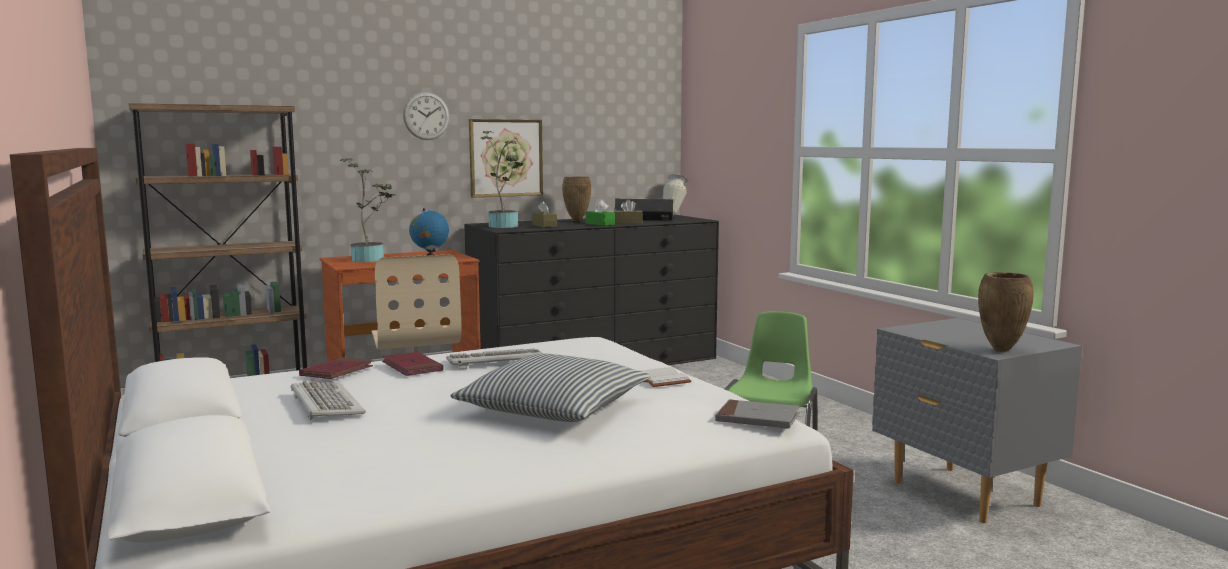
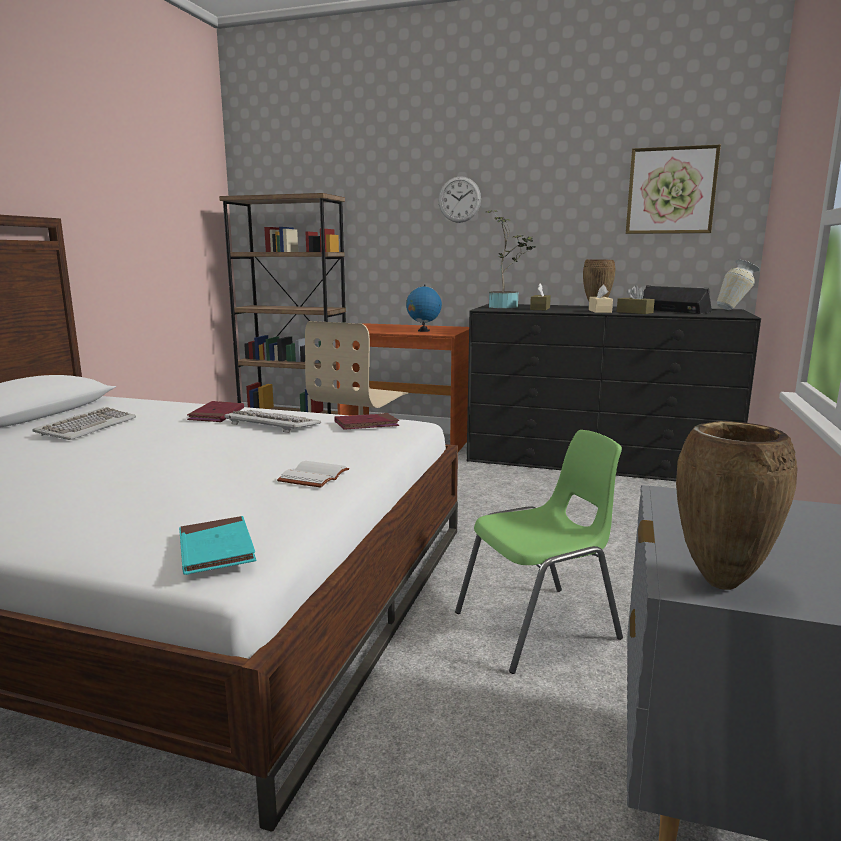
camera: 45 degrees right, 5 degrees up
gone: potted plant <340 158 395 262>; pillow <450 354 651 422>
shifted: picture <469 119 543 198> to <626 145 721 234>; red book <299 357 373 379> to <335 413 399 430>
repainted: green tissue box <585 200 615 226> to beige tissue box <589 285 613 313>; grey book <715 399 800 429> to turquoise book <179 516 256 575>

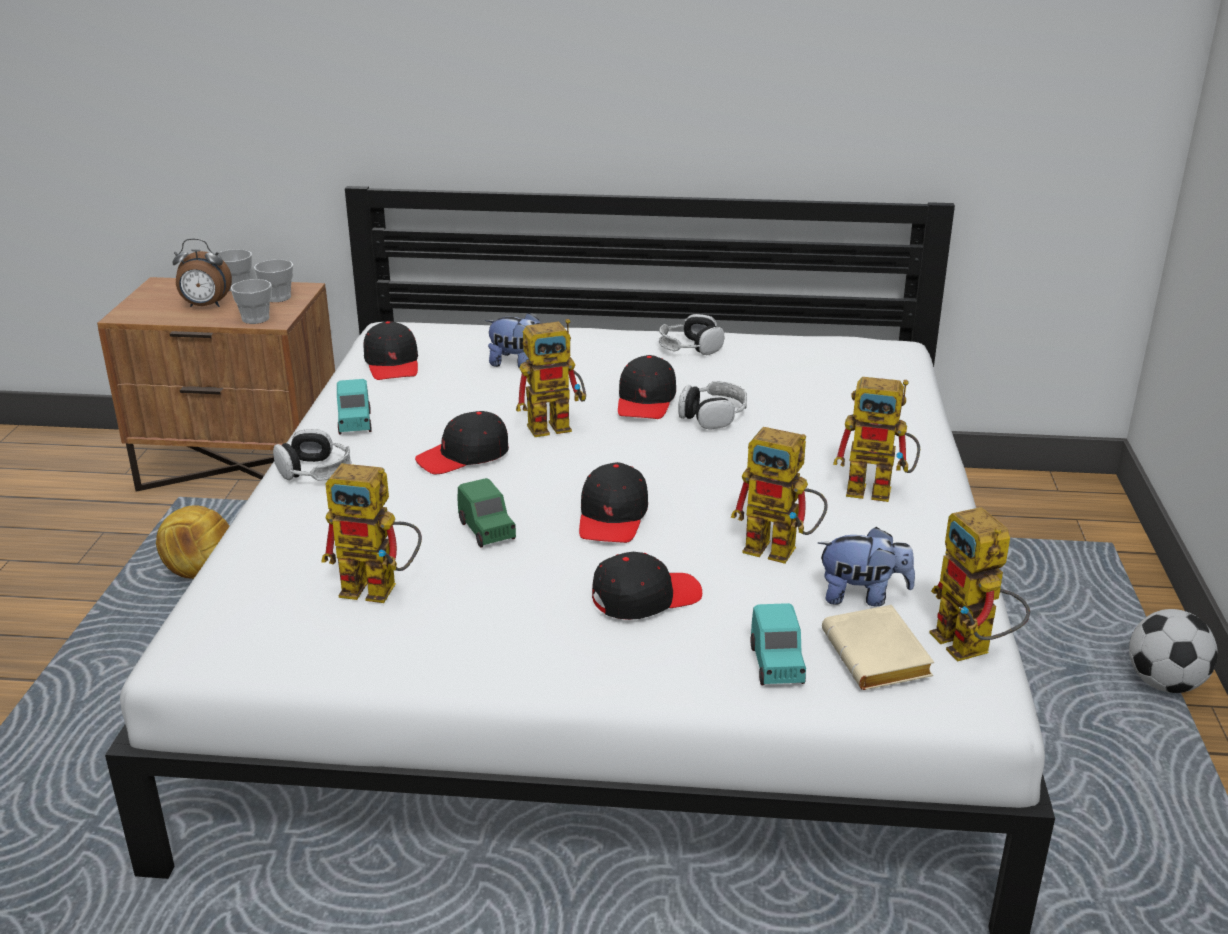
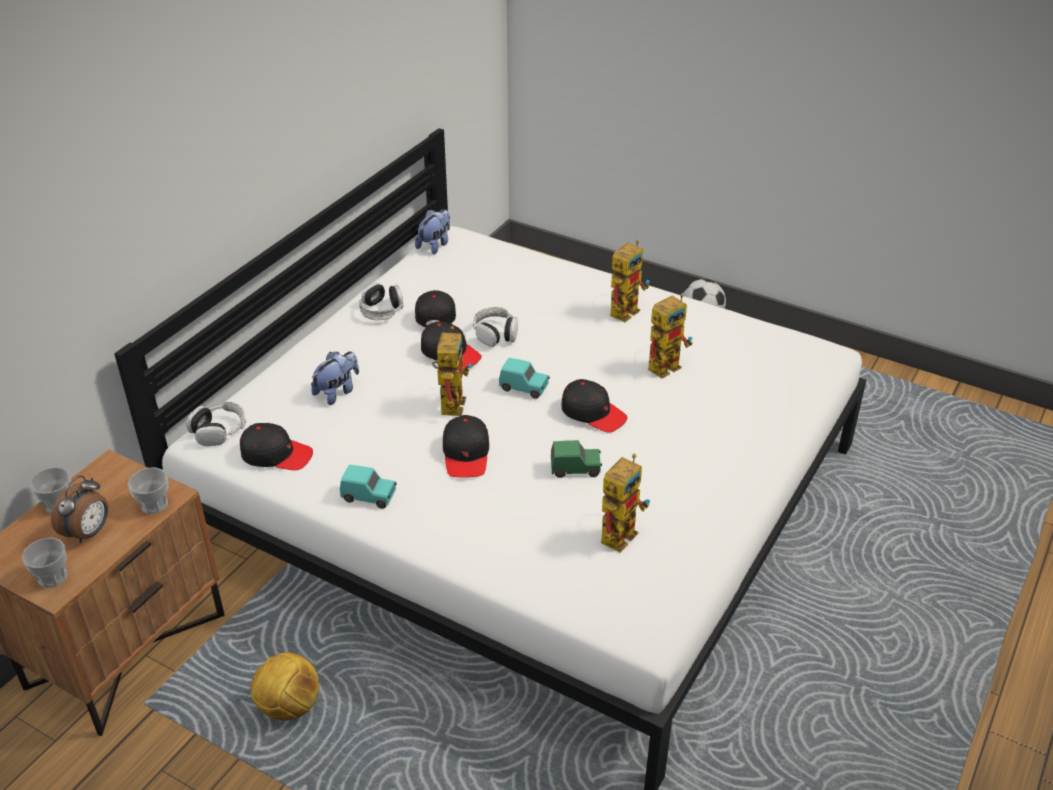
camera: 65 degrees left, 10 degrees up
gone: toy robot <929 507 1030 662>; beige book <822 605 934 690>
shifted: cup <254 259 293 302> to <22 538 67 588>; headphones <273 429 352 481> to <186 402 246 446>; plush toy <818 527 915 606> to <415 209 450 255>; black cap <592 552 702 620> to <415 290 456 327>; turquoise toy car <750 603 806 686> to <499 358 550 398>

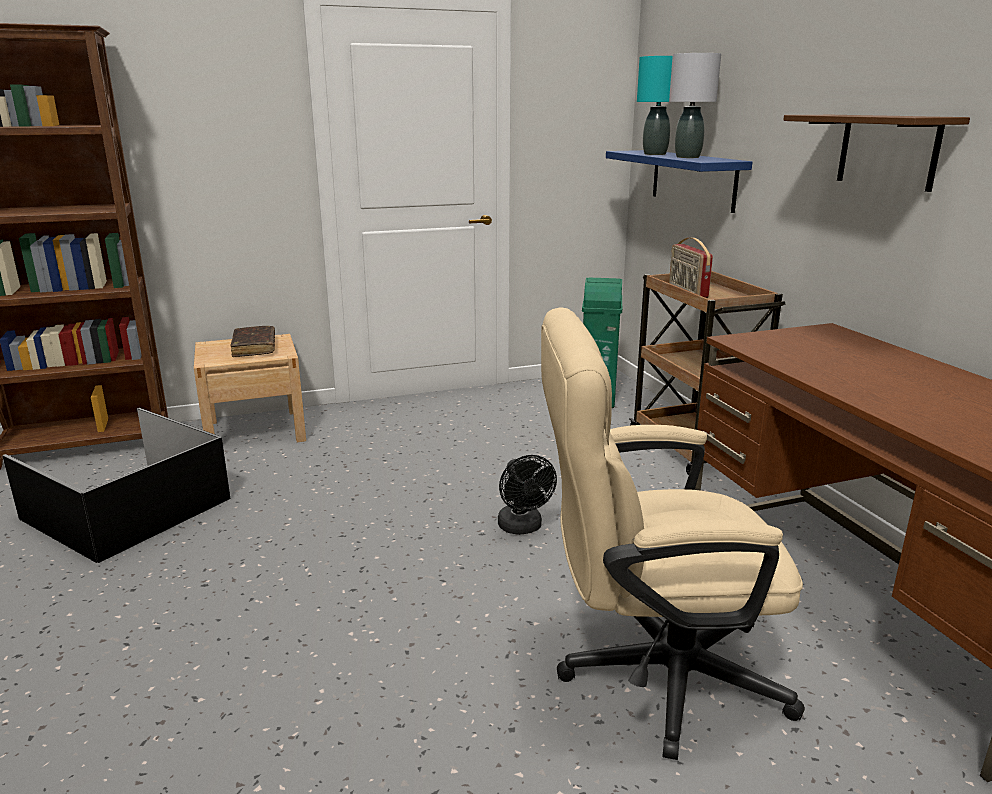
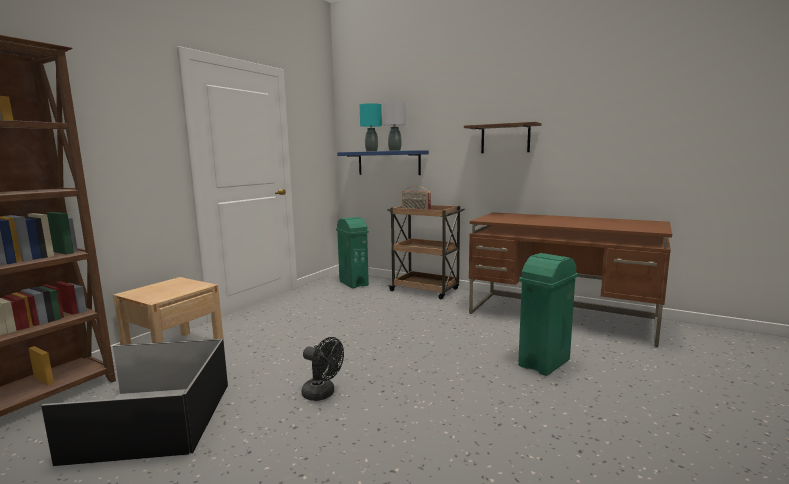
camera: 40 degrees left, 10 degrees down
gone: brown book <231 326 275 357>
shifted: black fan <498 455 557 535> to <302 337 344 401>
swapped: beige office chair <541 307 805 760> to green trash can <518 253 578 376>

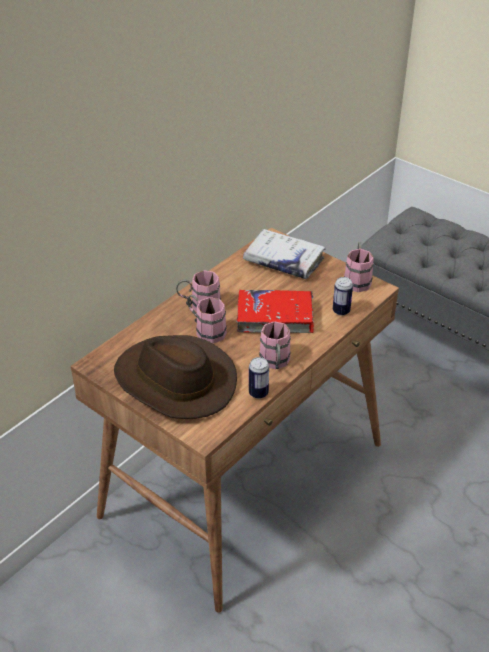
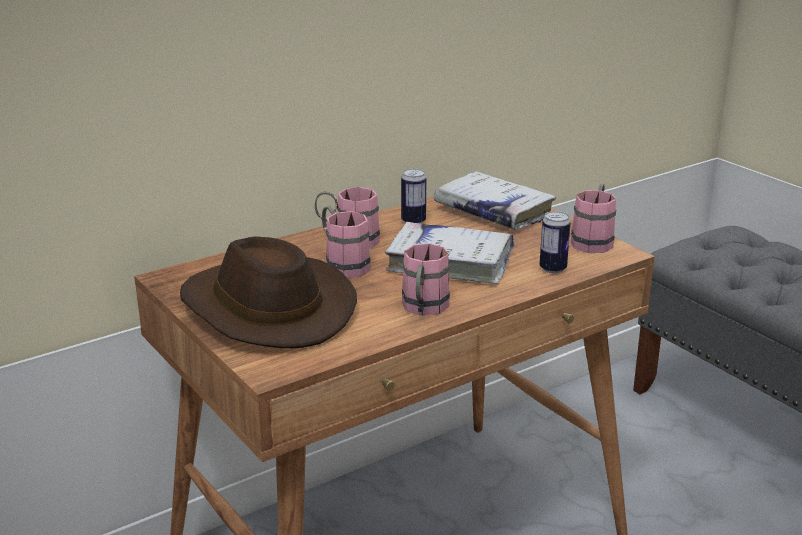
camera: 15 degrees right, 15 degrees down
shifted: can <249 357 269 399> to <401 169 426 224>
repainted: red book <236 290 314 333> to white book <385 222 515 284>

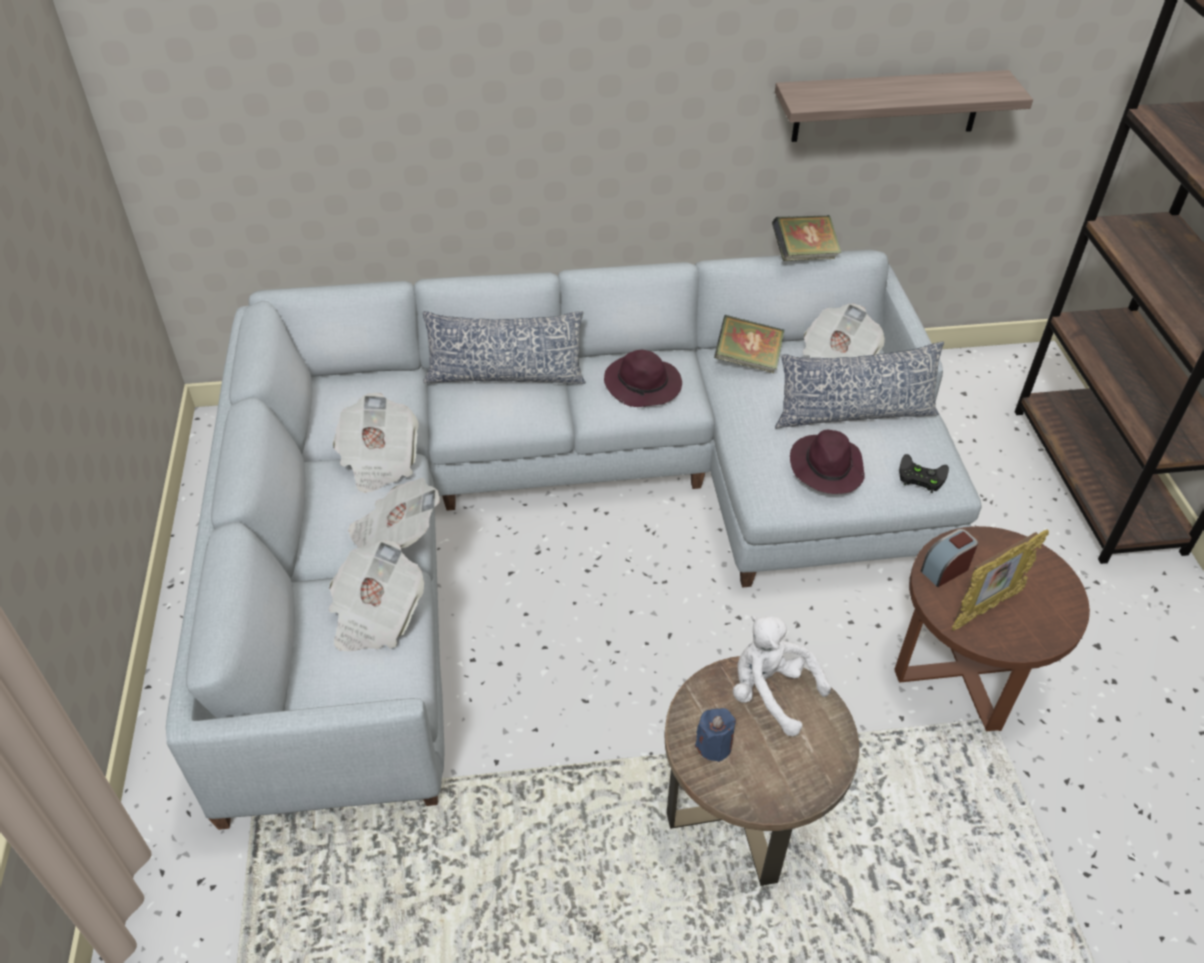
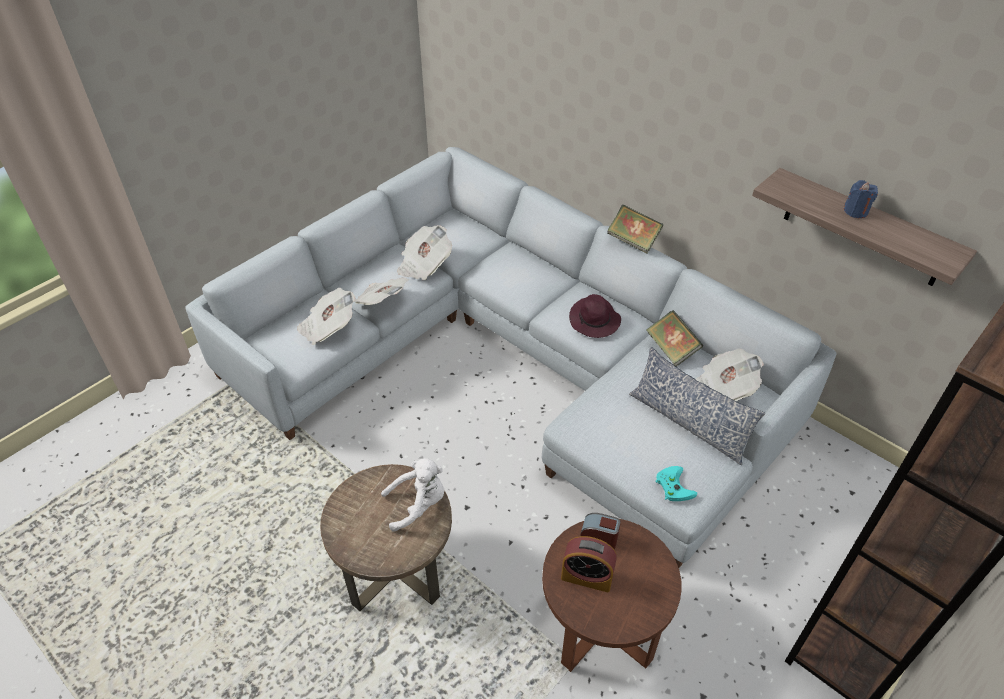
camera: 50 degrees right, 0 degrees up
gone: pillow <422 311 586 384>; purple hat <790 430 865 494>
shifted: book <772 215 842 261> to <607 204 663 254>; blue candle <695 708 736 762> to <844 180 878 218>
swapped: picture frame <952 529 1049 631> to alarm clock <561 536 617 593>
repainted: black game controller <899 454 949 493> to turquoise game controller <655 466 697 501>
rotated: white plush toy <733 616 831 736> = <381 458 444 532> 75 degrees clockwise

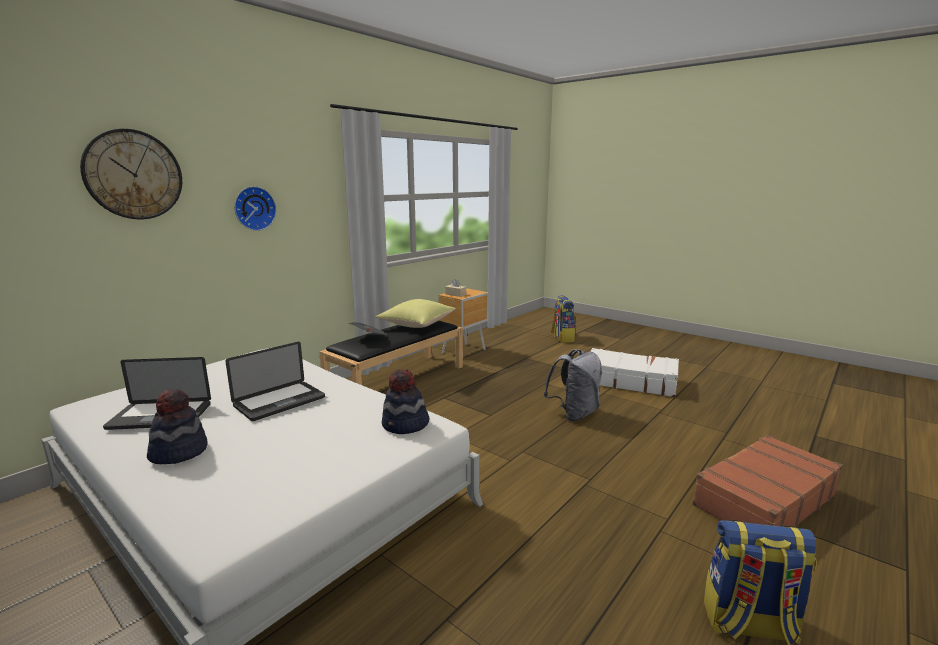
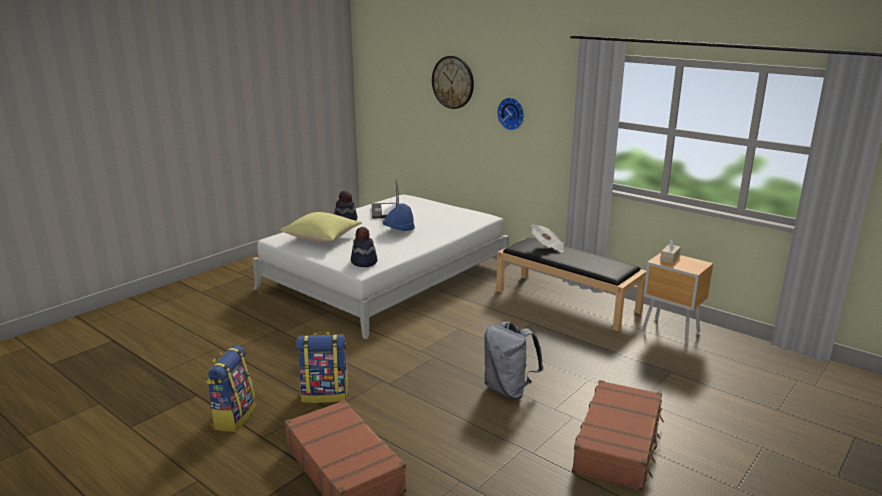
camera: 90 degrees right, 5 degrees up
shifted: backpack <551 295 576 342> to <296 332 349 403>; yellow pillow <376 299 456 328> to <281 212 362 242>
swapped: laptop <225 342 325 421> to blue hat <383 203 415 231>
repainted: white suitcase <591 348 679 397> to brown suitcase <572 380 664 491>

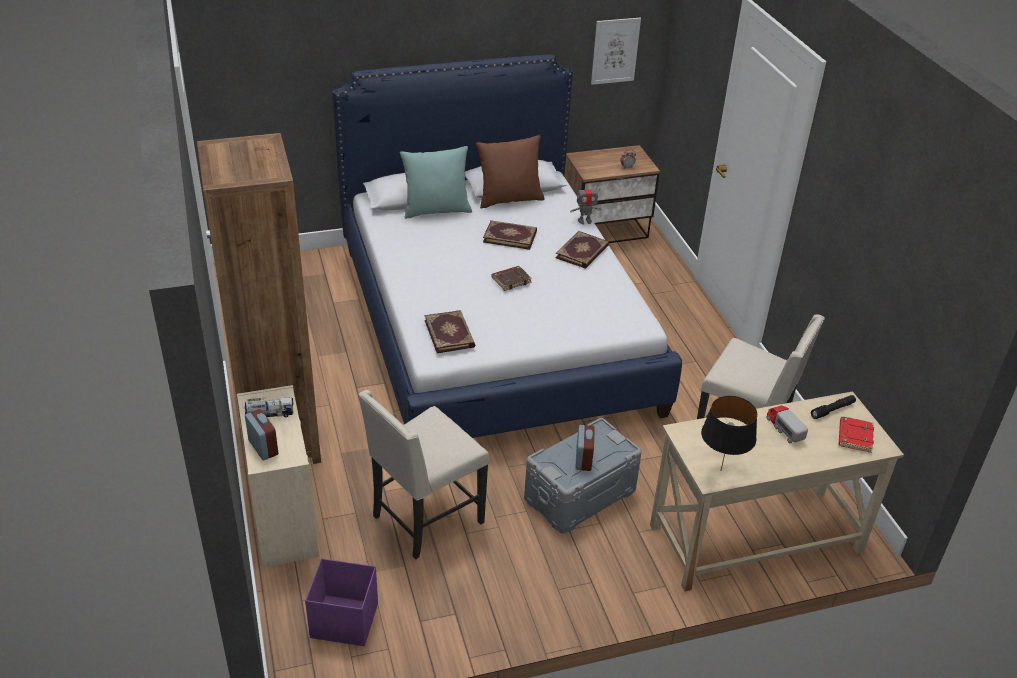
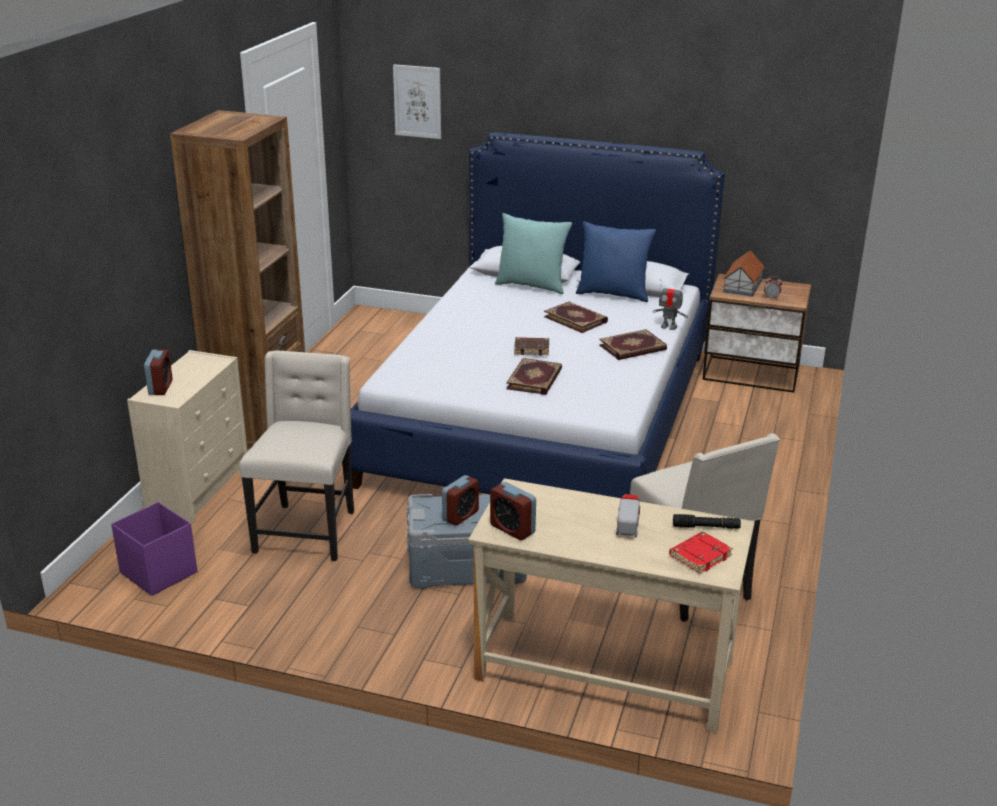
camera: 35 degrees right, 10 degrees down
gone: toy truck <245 397 293 417>
new: toy house <723 250 765 297>
shifted: picture <591 18 641 85> to <393 64 441 139>; book <425 310 475 353> to <506 358 562 395>
swapped: black table lamp <701 396 757 470> to alarm clock <490 482 536 540>
repainted: brown pillow <476 135 545 209> to blue pillow <576 221 656 302>
rotated: beige chair <359 390 489 559> = <240 351 354 561> 105 degrees clockwise

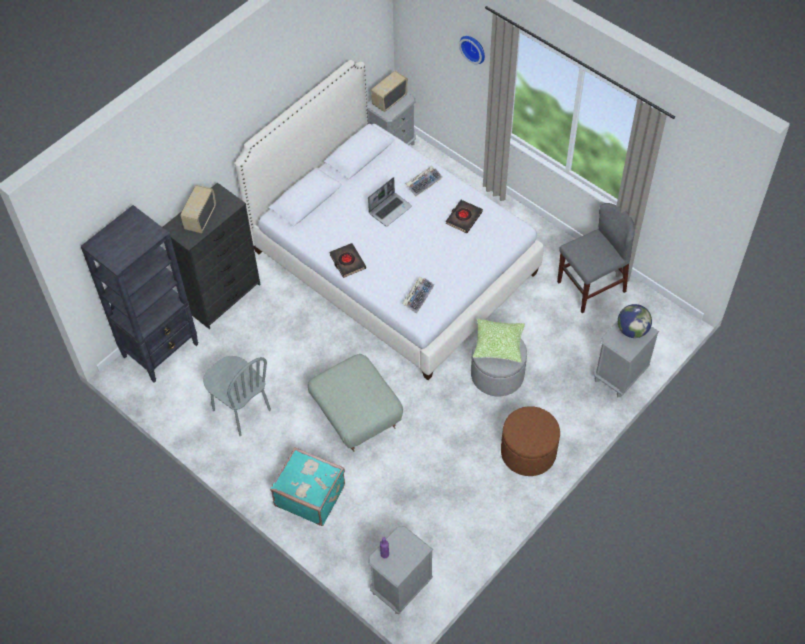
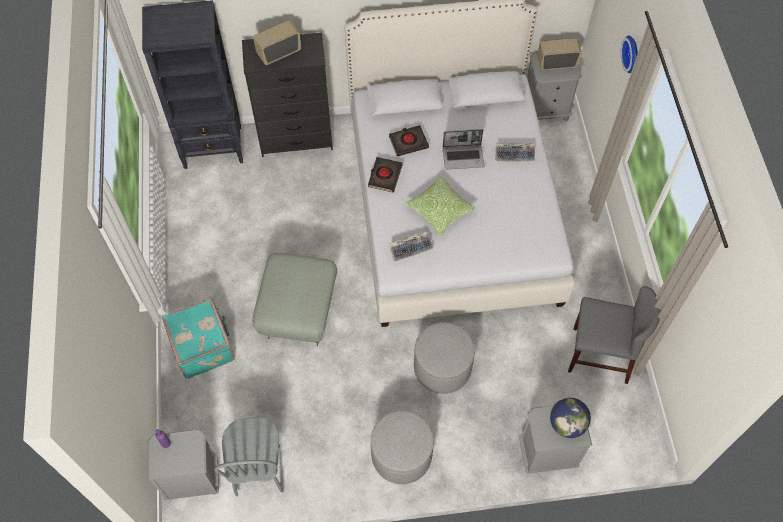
camera: 40 degrees right, 5 degrees up
shifted: black book <446 200 483 233> to <389 125 429 156>; pillow <473 319 525 363> to <405 176 475 236>; grey chair <203 356 271 436> to <214 417 283 496>
repainted: brown ottoman <501 406 560 476> to grey ottoman <371 410 434 484>

